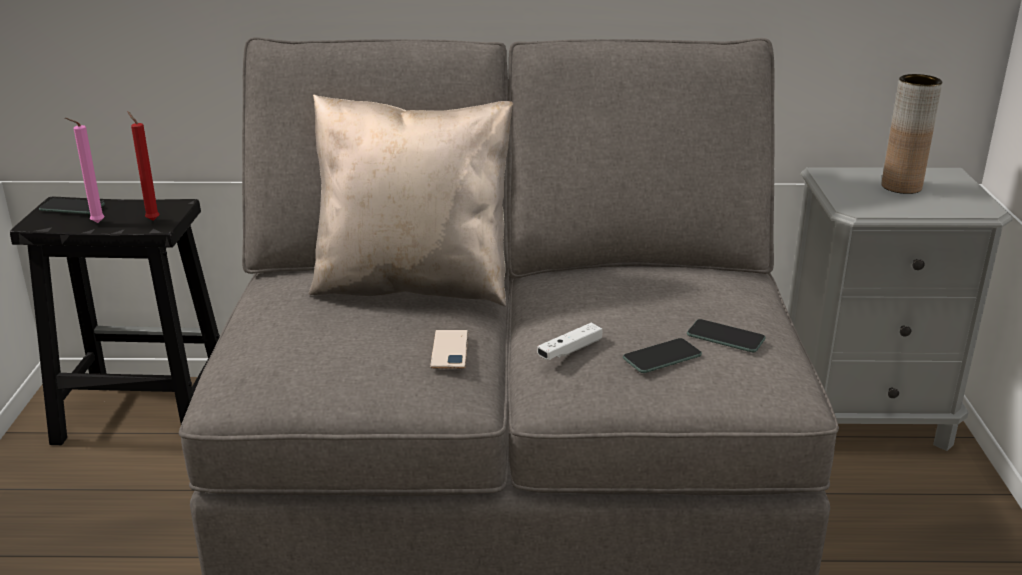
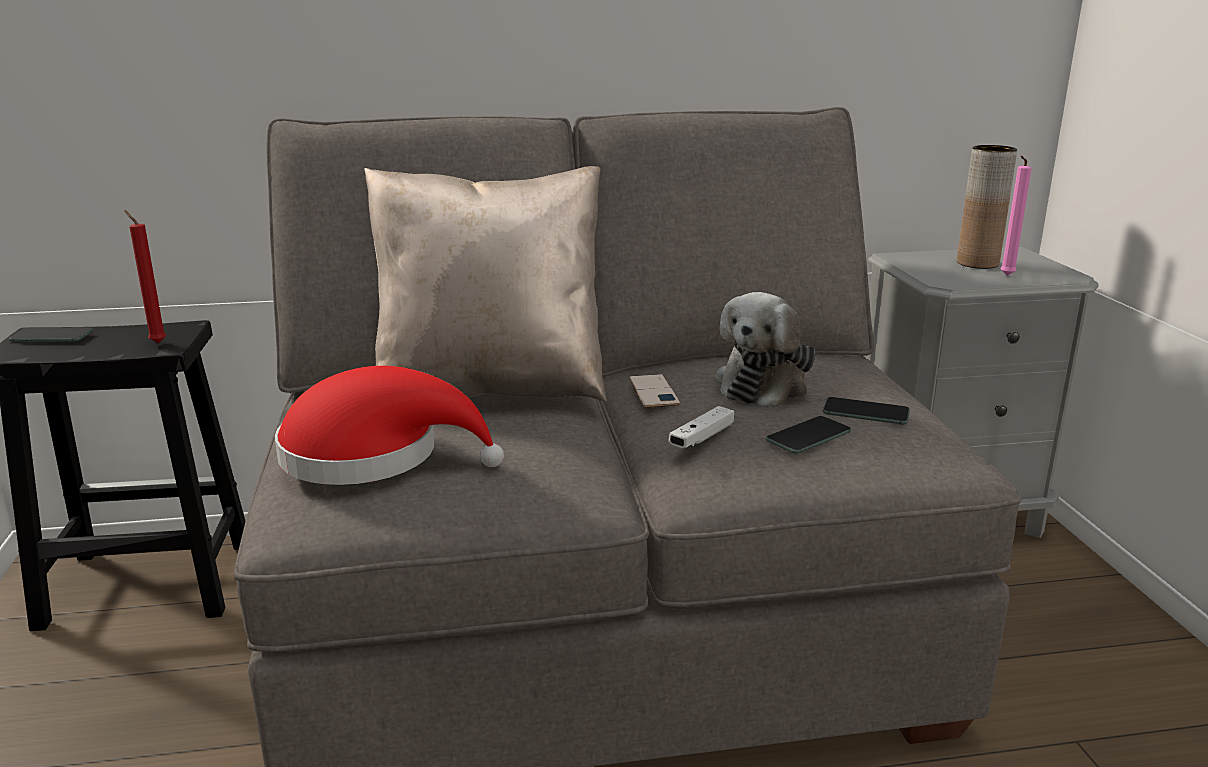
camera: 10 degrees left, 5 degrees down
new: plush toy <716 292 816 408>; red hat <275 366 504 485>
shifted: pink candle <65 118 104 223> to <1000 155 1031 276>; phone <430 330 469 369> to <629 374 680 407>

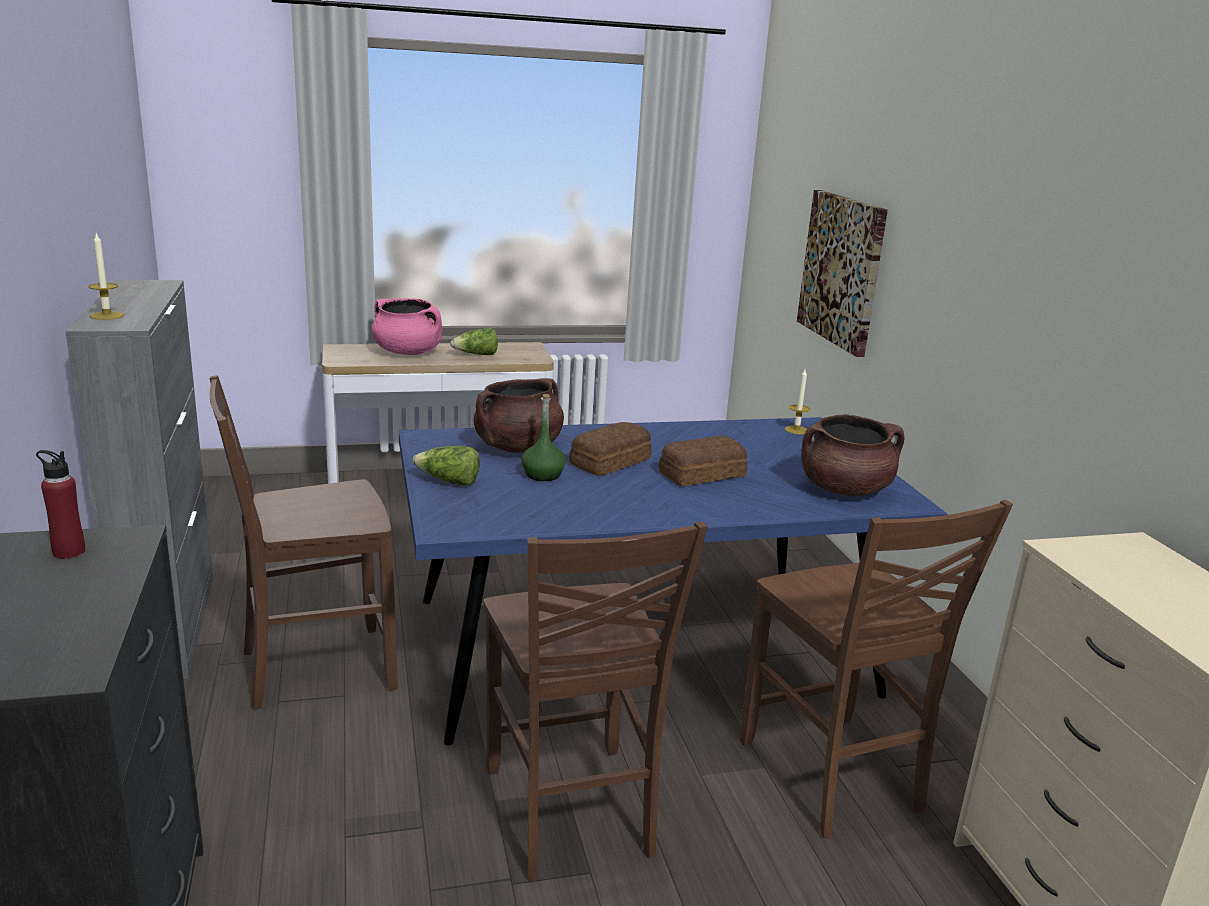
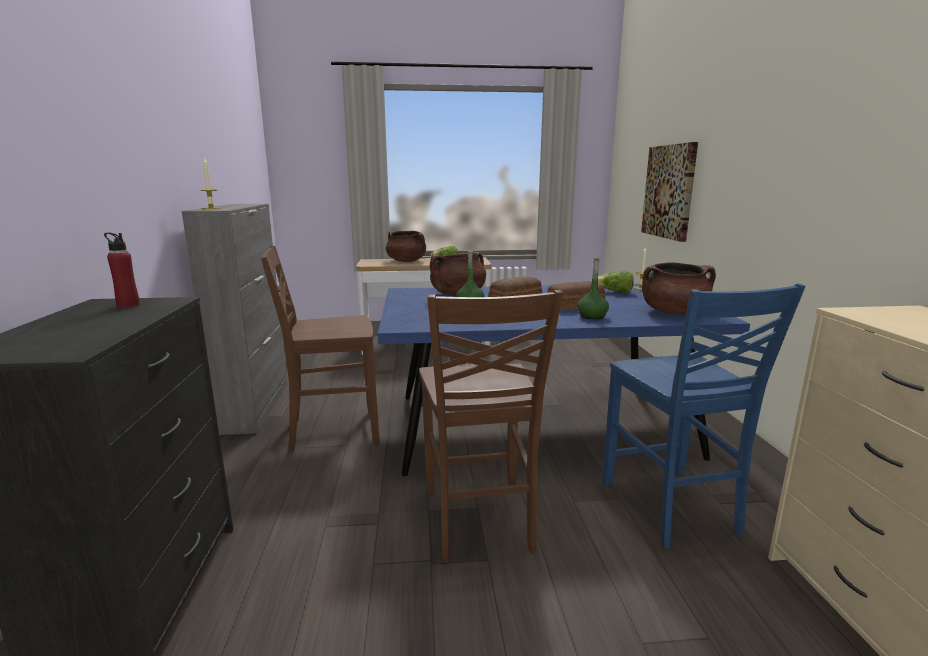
camera: 10 degrees right, 5 degrees down
new: green bottle <577 258 609 319>
shifted: lettuce <413 446 479 486> to <598 271 633 293>
repainted: pink cooking pot <371 298 443 355> to brown cooking pot <386 231 426 262>; brown chair <740 500 1013 839> to blue chair <603 284 805 548>

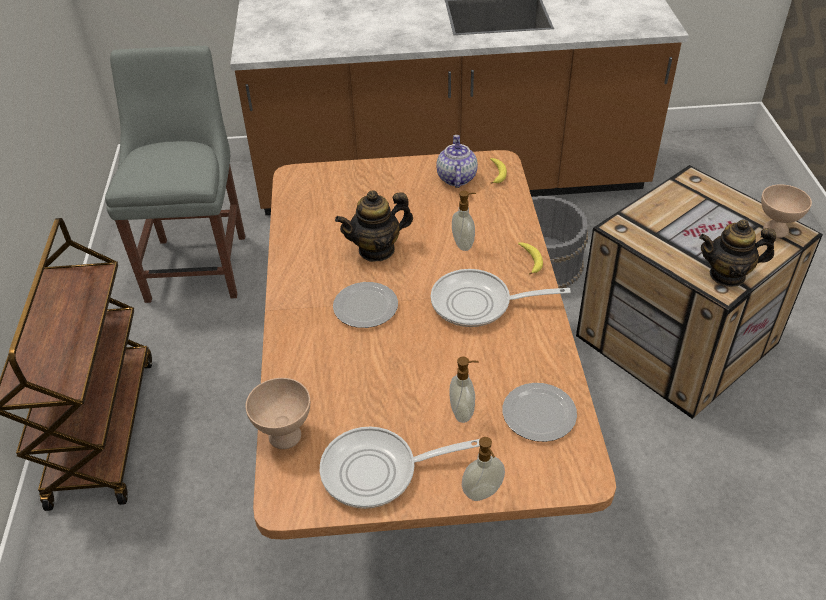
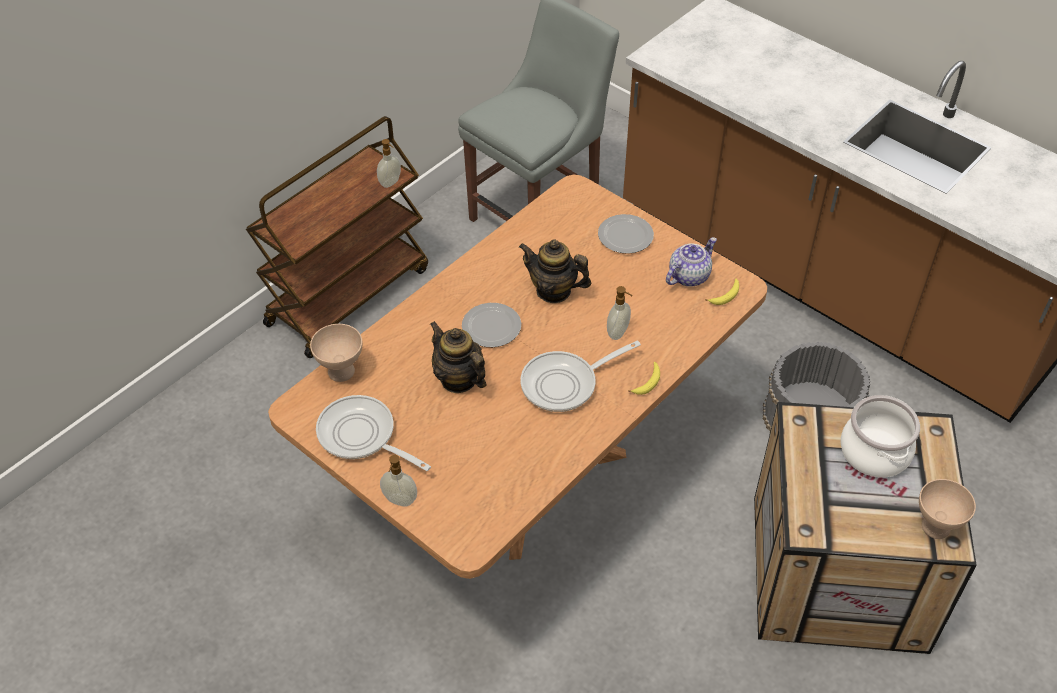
camera: 45 degrees right, 5 degrees up
new: cooking pot <840 395 920 477>
shifted: teapot <699 219 776 287> to <430 321 486 393>; soap dispenser <449 357 479 423> to <377 139 401 188>; plate <503 383 577 442> to <598 214 654 254>
rotated: frying pan <431 269 571 327> = <521 341 641 412> 75 degrees counterclockwise

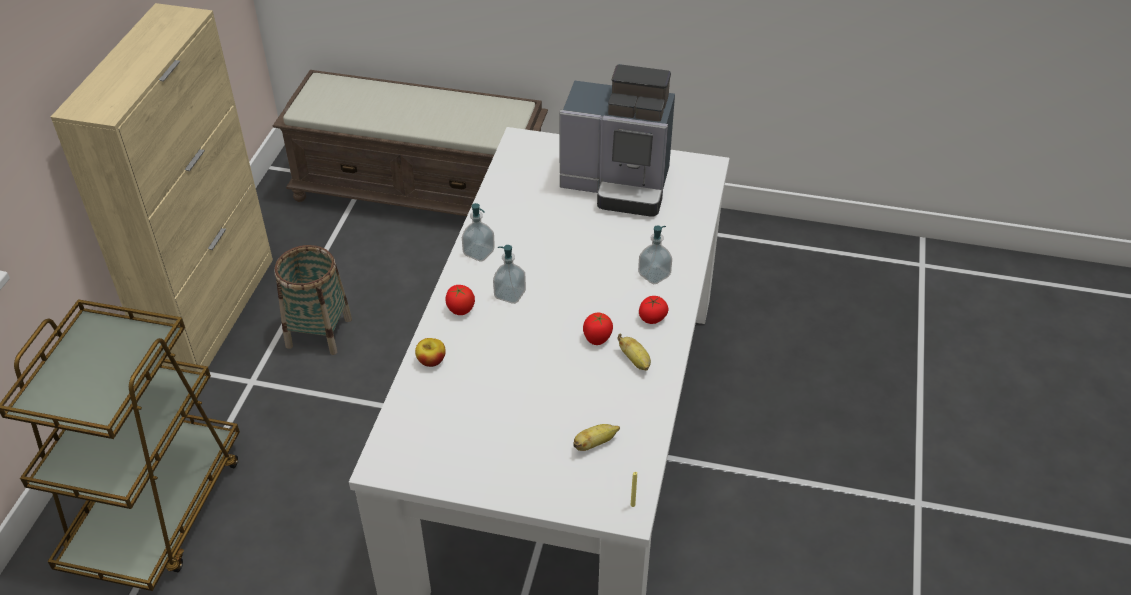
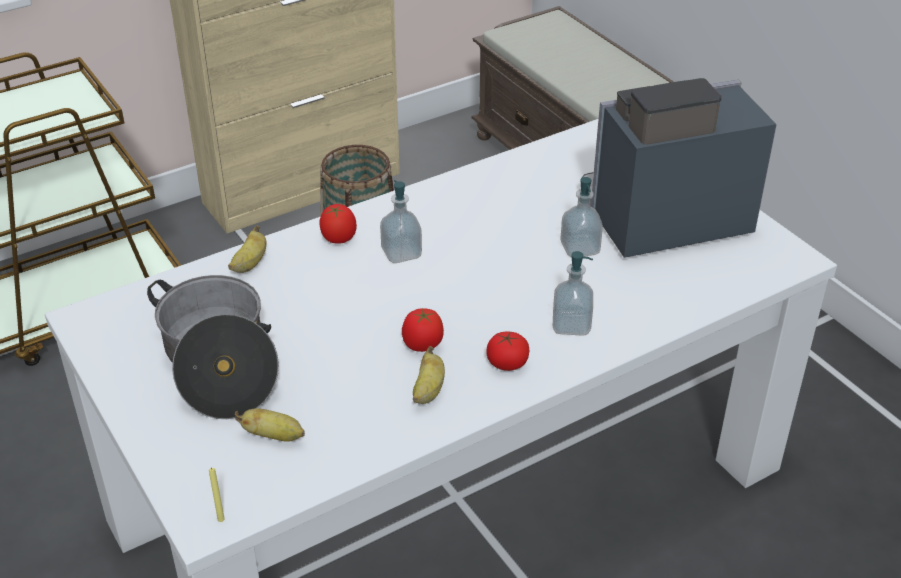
camera: 45 degrees right, 5 degrees down
new: cooking pot <147 275 279 419>
shifted: soap dispenser <462 203 495 262> to <560 177 603 258>
swapped: apple <415 338 446 367> to banana <228 225 266 273>
rotated: coffee machine <559 64 675 217> = <582 78 777 258> 105 degrees clockwise

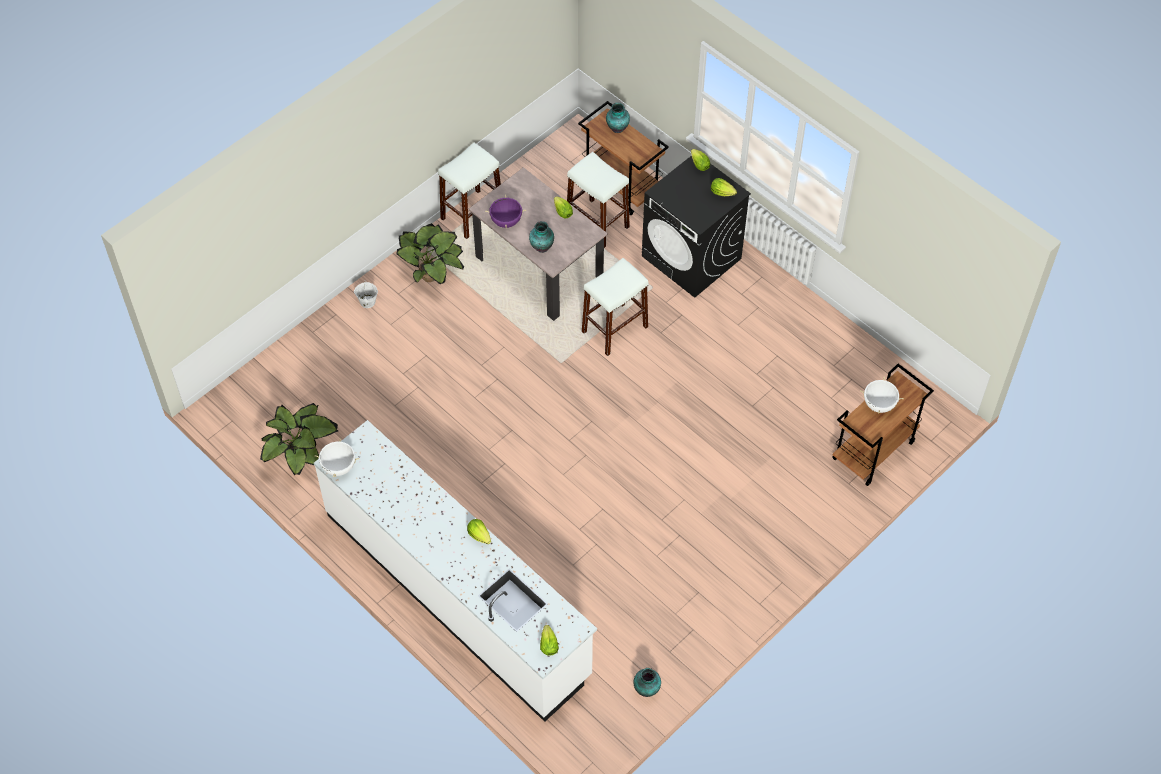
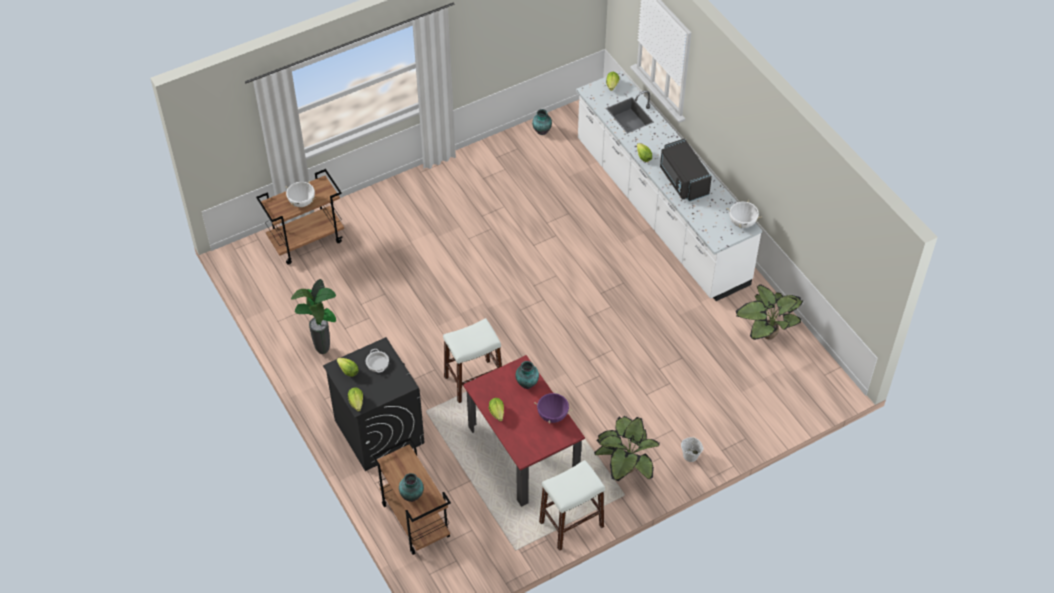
camera: 165 degrees left, 5 degrees down
gone: white stool <567 152 630 248>
new: black microwave <660 138 712 202>; potted plant <291 279 336 354>; cooking pot <366 349 389 372>
repainted: beige dining table <469 167 607 321> to red dining table <463 355 585 507>

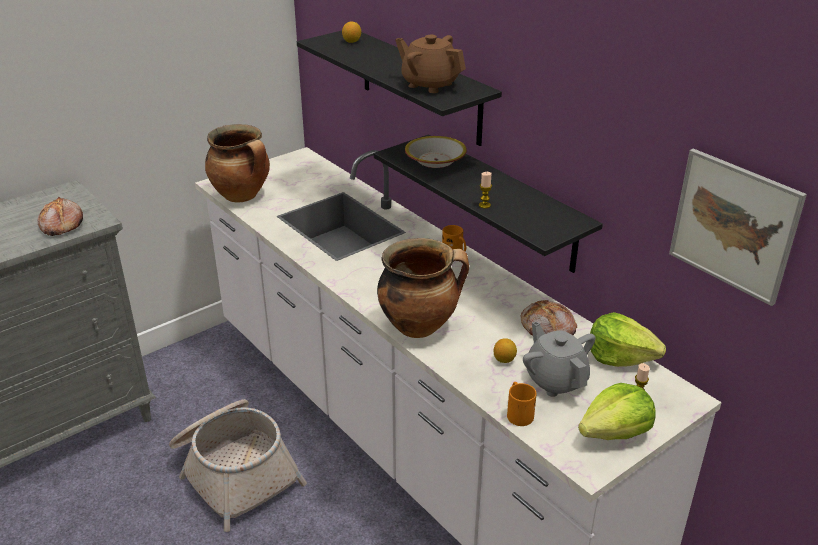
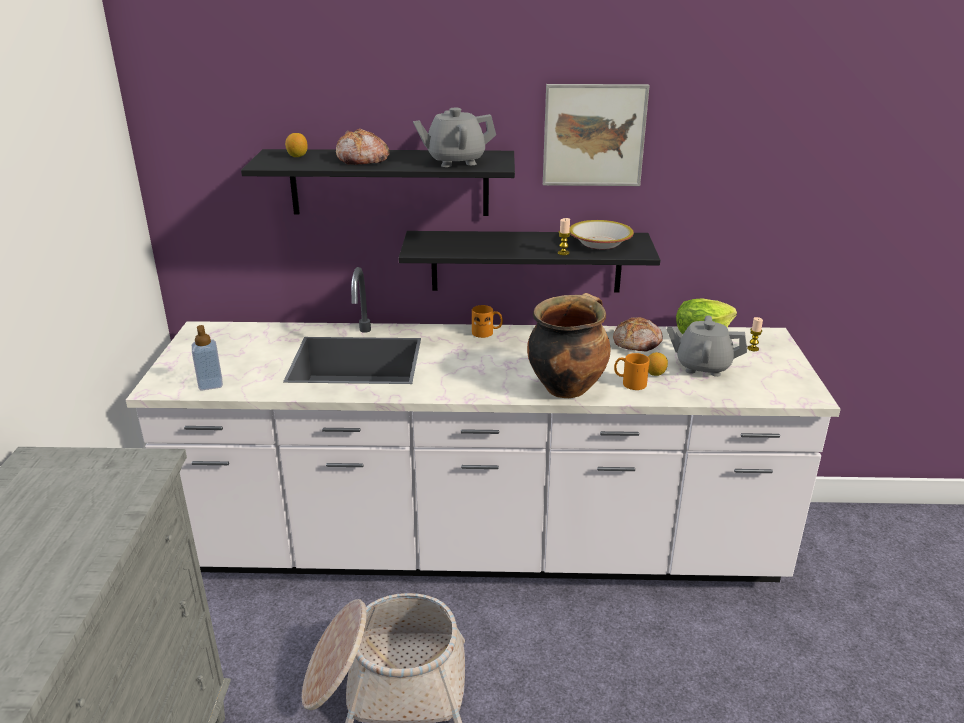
camera: 50 degrees left, 5 degrees down
gone: lettuce <578 383 656 440>
shifted: bowl <405 136 467 168> to <570 220 634 249>; picture <669 149 807 306> to <543 84 650 186>; bread <38 197 83 236> to <336 128 389 165>; orange mug <507 382 537 426> to <614 353 650 390>
swapped: cooking pot <205 124 270 202> to soap dispenser <192 325 223 390>
repainted: brown teapot <395 35 466 93> to grey teapot <413 108 496 167>

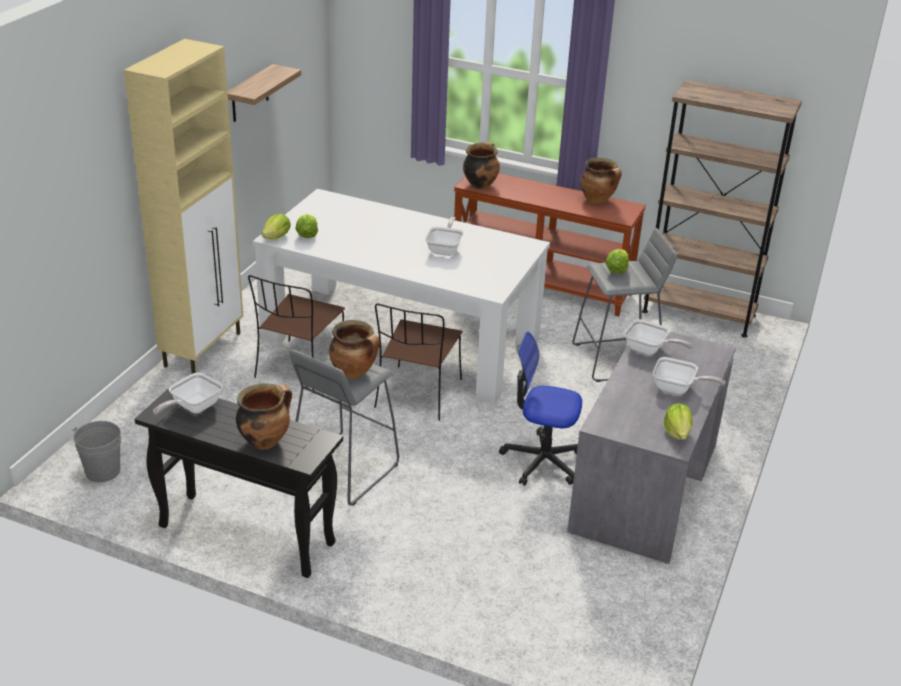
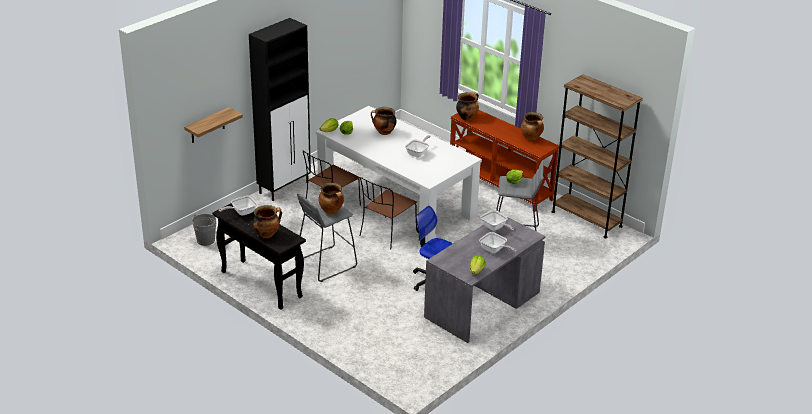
camera: 20 degrees right, 0 degrees up
new: cooking pot <371 107 397 135>
shifted: shelf <227 64 301 122> to <184 107 243 143>
repainted: beige cabinet <124 39 243 374> to black cabinet <249 18 311 201>

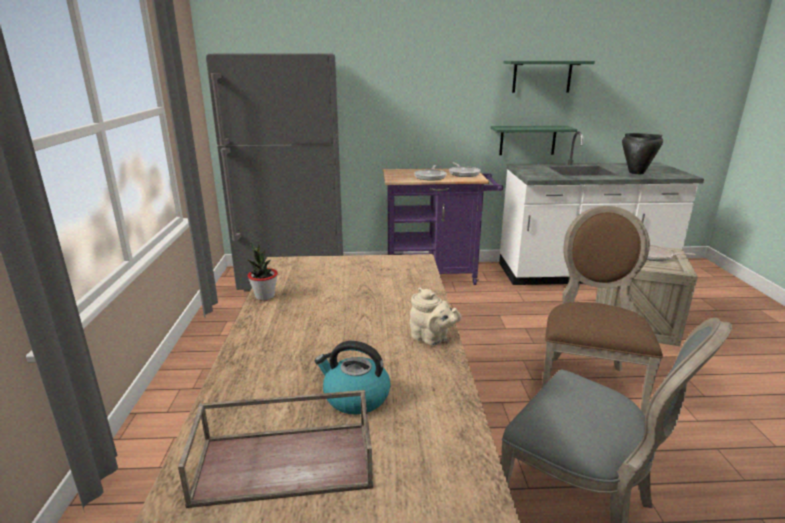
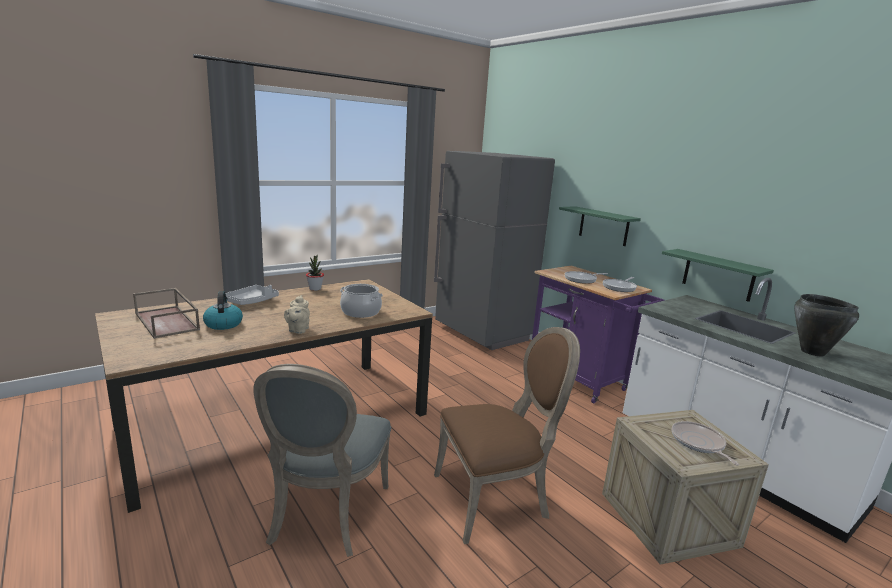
camera: 55 degrees right, 5 degrees down
new: cooking pot <340 284 383 318>; grey tray <225 285 279 305>
shifted: green shelf <504 61 595 93> to <559 206 641 246>

